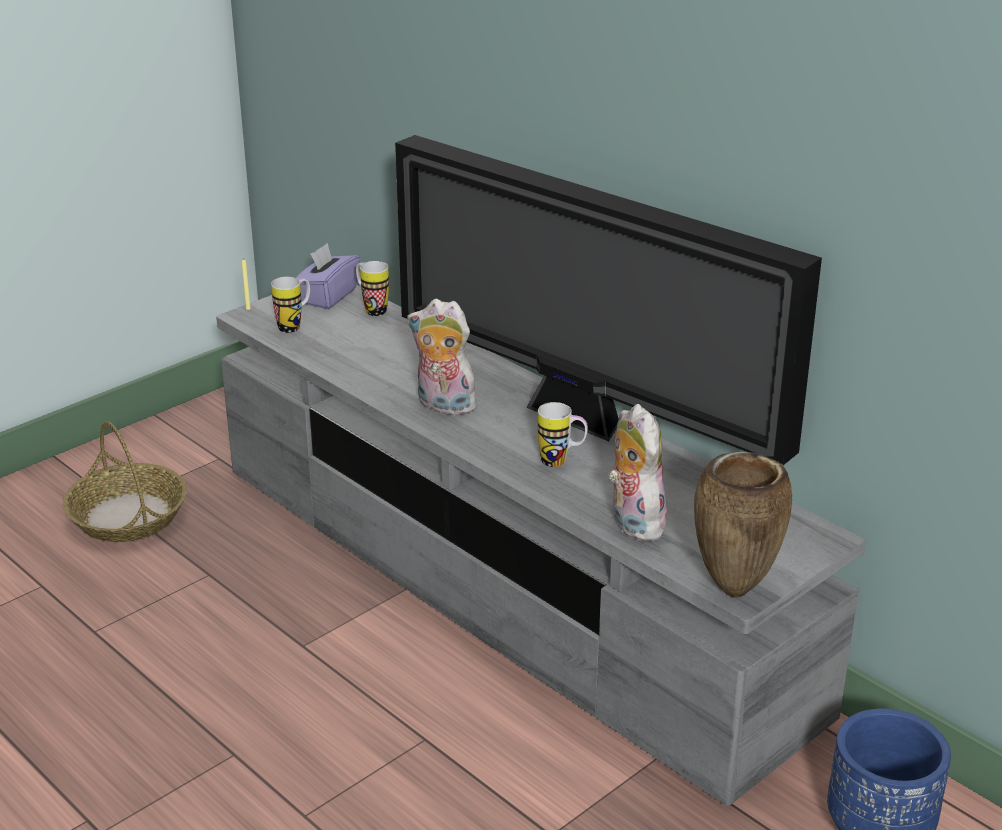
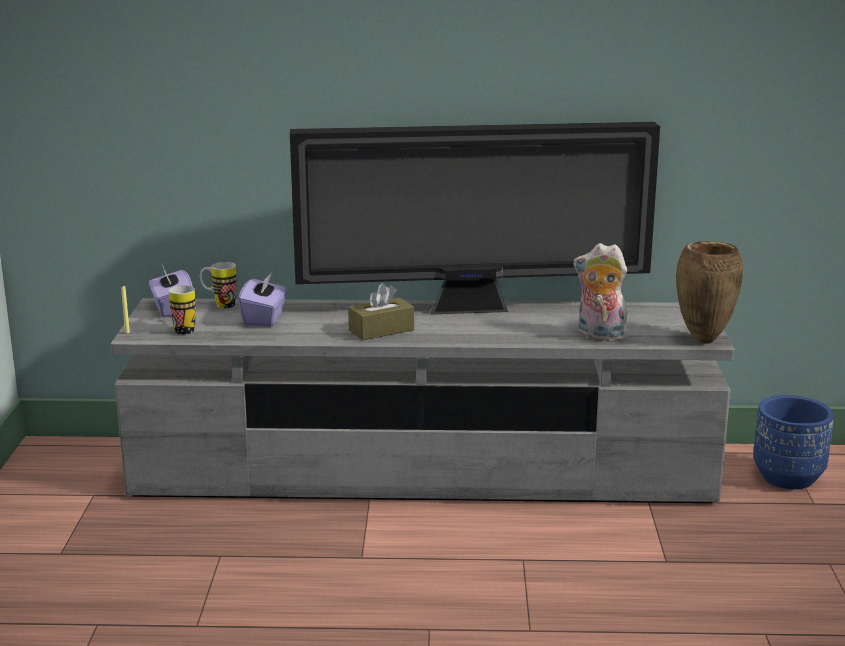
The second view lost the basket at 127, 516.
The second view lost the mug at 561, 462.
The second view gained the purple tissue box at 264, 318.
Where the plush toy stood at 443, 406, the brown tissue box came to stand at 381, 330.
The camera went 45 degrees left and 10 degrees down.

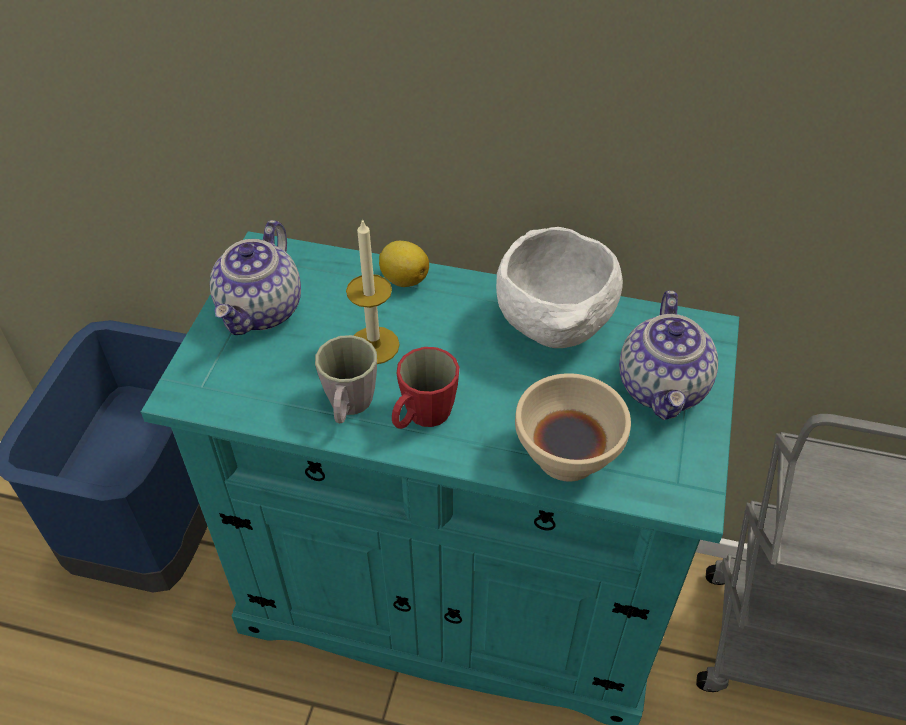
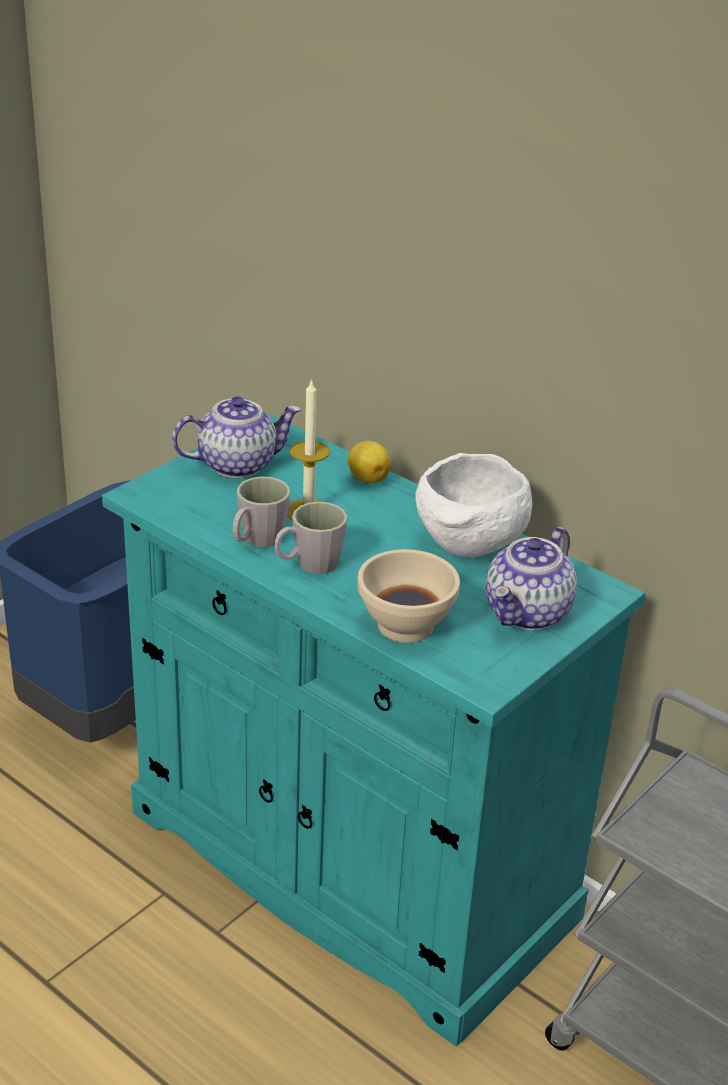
What was the red mug at 422, 417 turned into the grey mug at 309, 565.
The teapot at 262, 311 ended up facing another way, 150 degrees counterclockwise from before.
The camera went 25 degrees right and 15 degrees down.

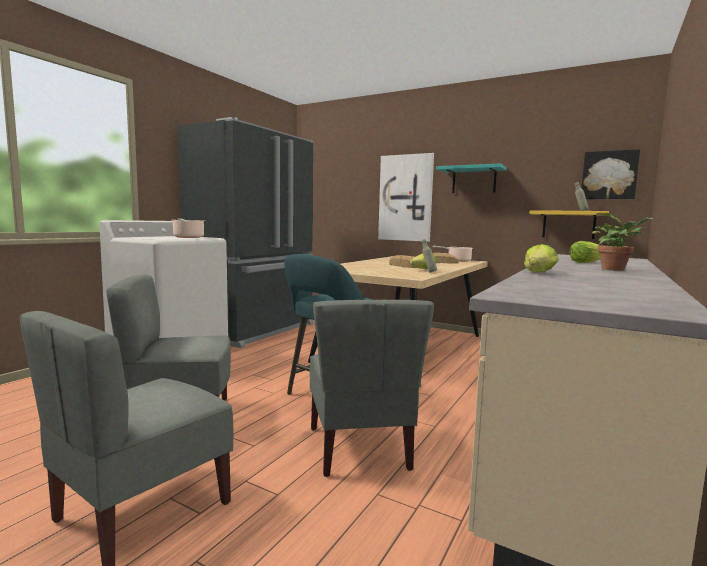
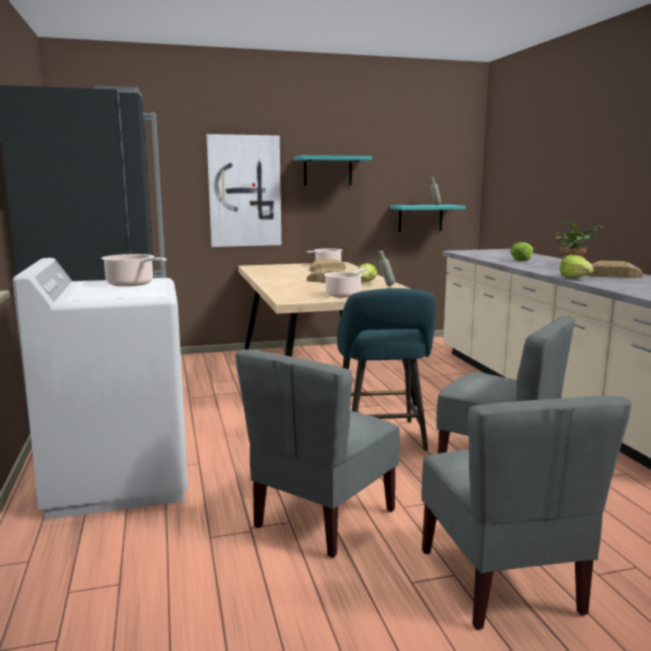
The second view lost the picture at 609, 175.
The second view gained the cooking pot at 344, 294.
The second view gained the bread at 612, 276.
What was the yellow shelf at 568, 224 turned into the turquoise shelf at 420, 218.
The camera went 45 degrees left and 5 degrees up.

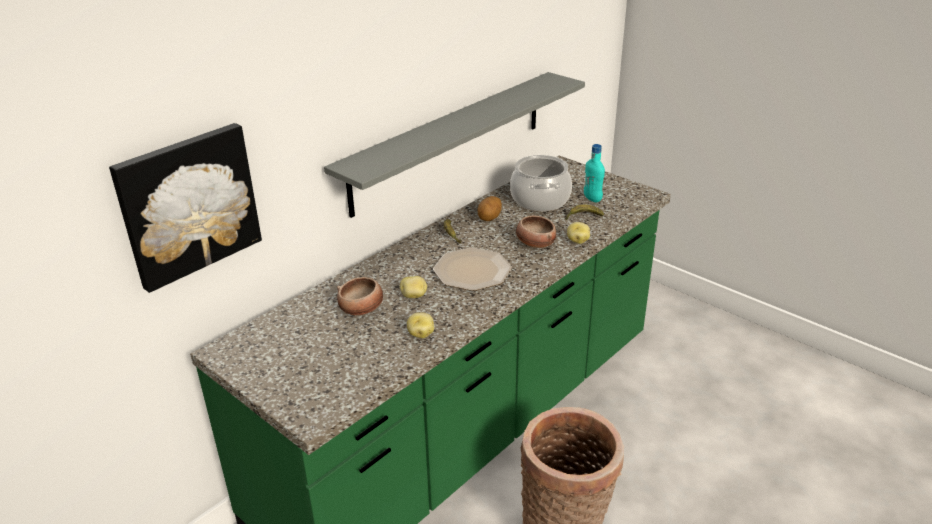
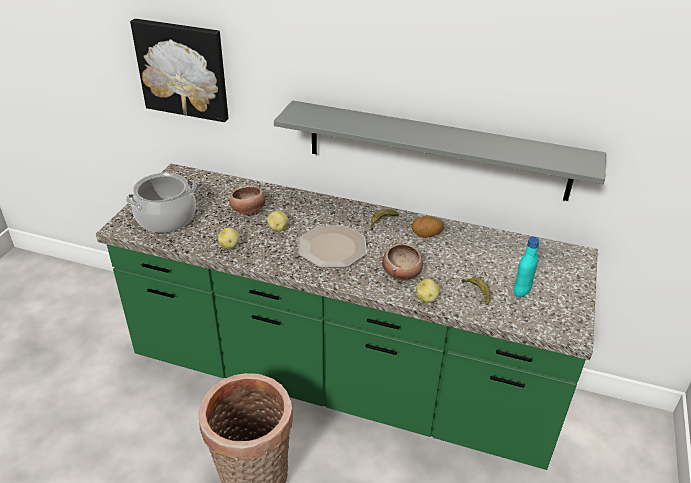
The cooking pot ended up elsewhere, having gone from 539, 199 to 166, 218.
The camera went 65 degrees right and 5 degrees up.

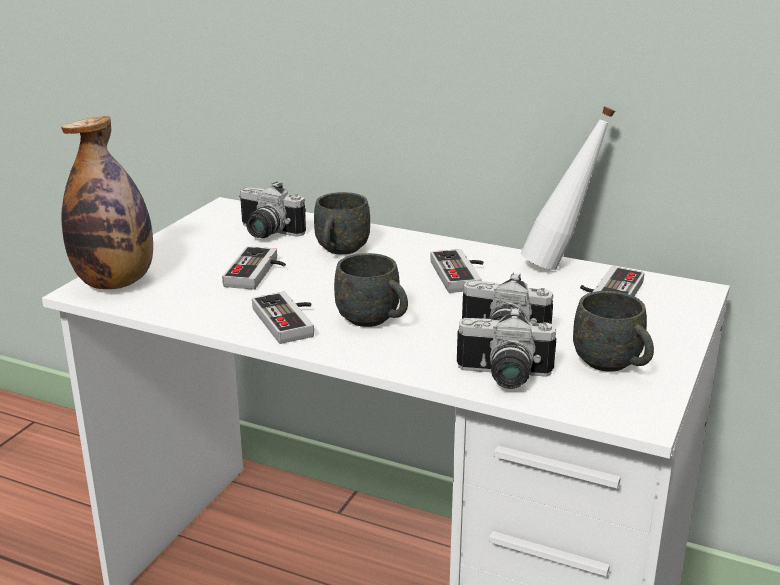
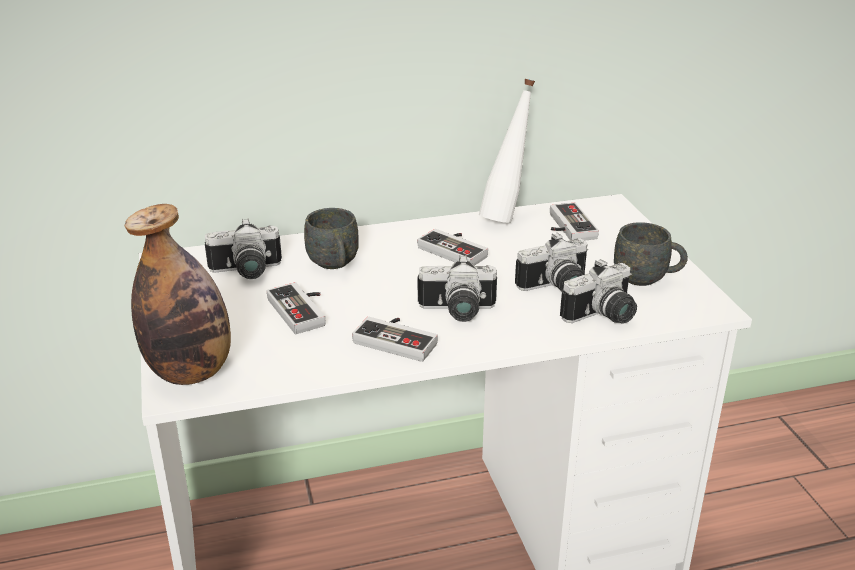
Where the grey mug stood at 374, 320, the photo camera came to stand at 457, 312.
The camera went 40 degrees left and 5 degrees up.

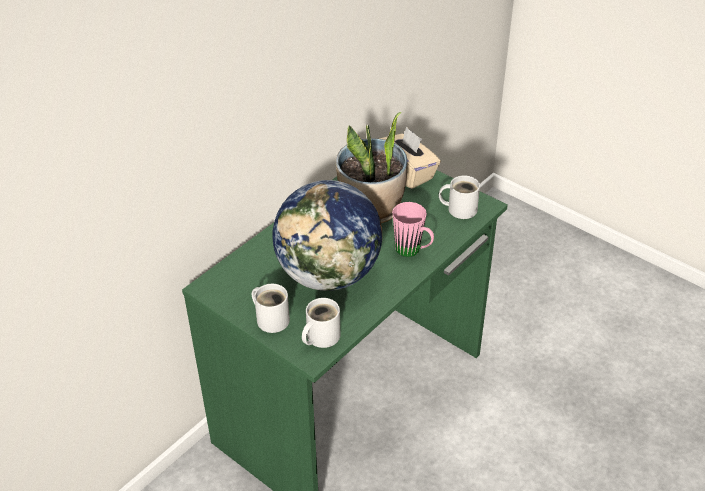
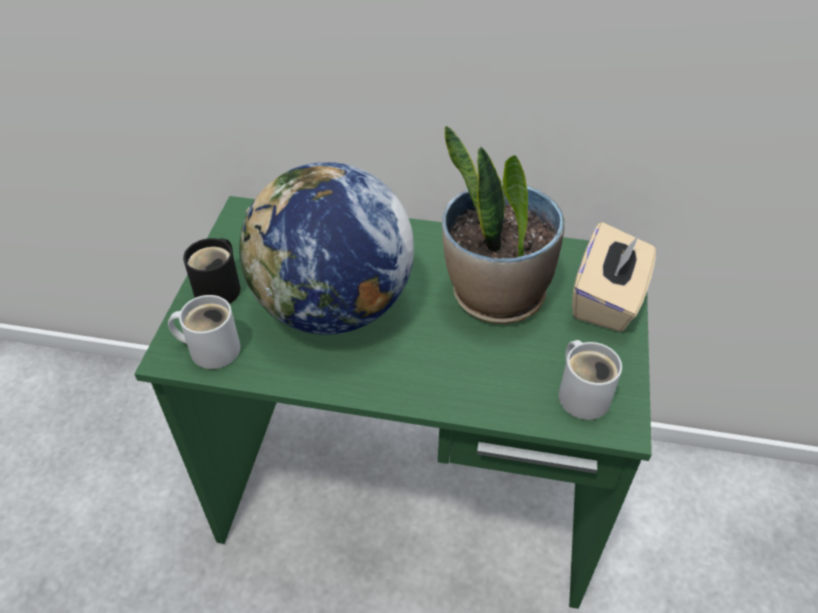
The second view lost the pink mug at 413, 252.
What was the white mug at 271, 318 turned into the black mug at 221, 288.
The camera went 60 degrees right and 5 degrees up.

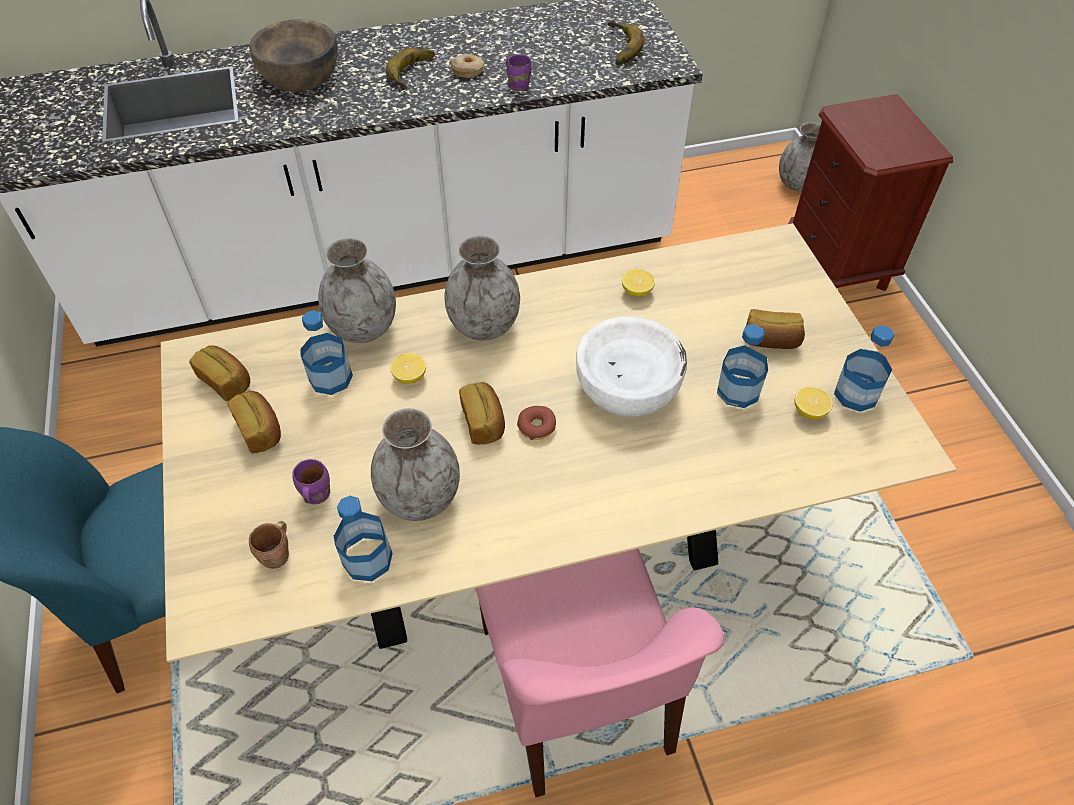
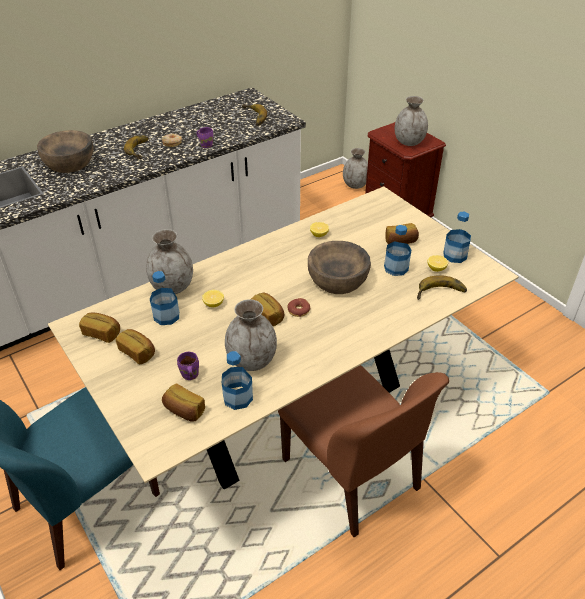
The second view gained the banana at 441, 294.
The grey vase ended up elsewhere, having gone from 484, 326 to 409, 142.
Where the brown mug stood at 278, 556, the bread came to stand at 184, 411.
What was the pink chair at 577, 693 turned into the brown chair at 352, 476.
What was the white bowl at 628, 386 turned into the brown bowl at 337, 279.
The camera went 20 degrees left and 10 degrees down.

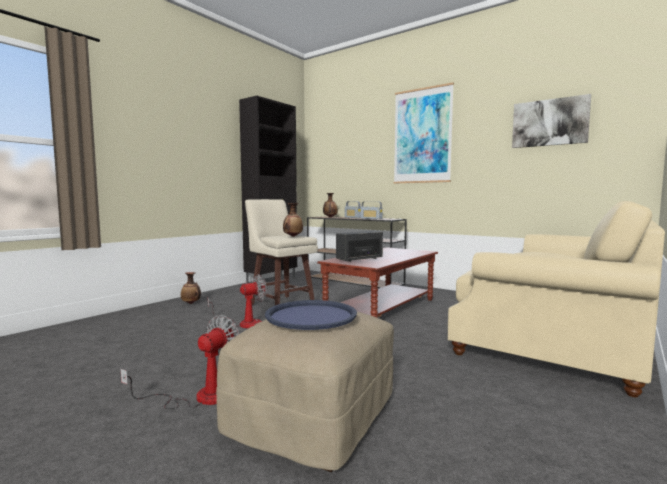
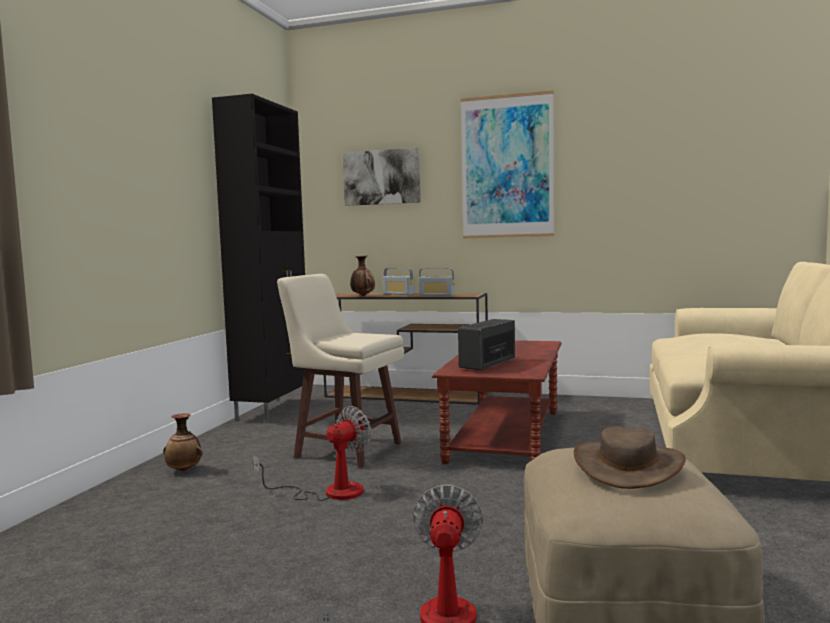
The second view lost the vase at 292, 236.
The picture ended up elsewhere, having gone from 549, 122 to 381, 177.
Where the blue tray stood at 311, 316, the brown hat came to stand at 628, 466.
The camera went 20 degrees left and 0 degrees up.

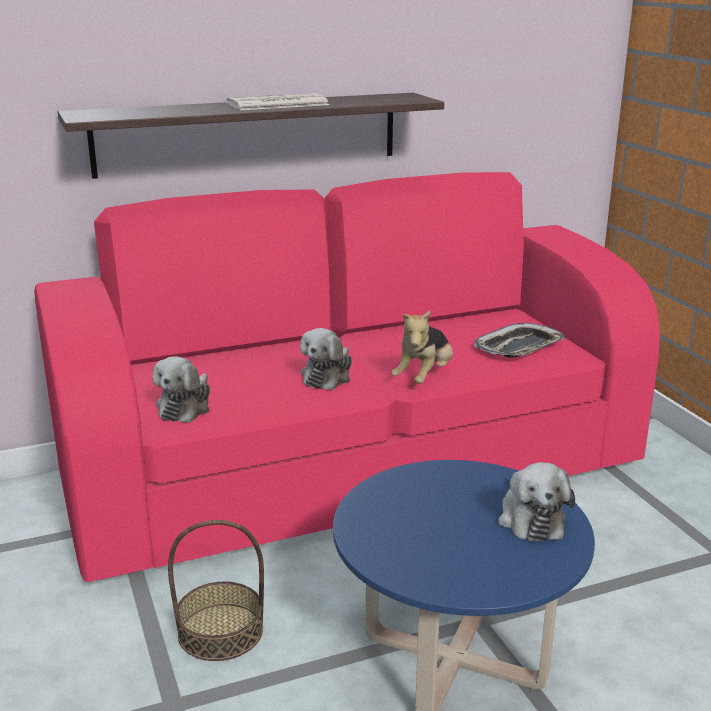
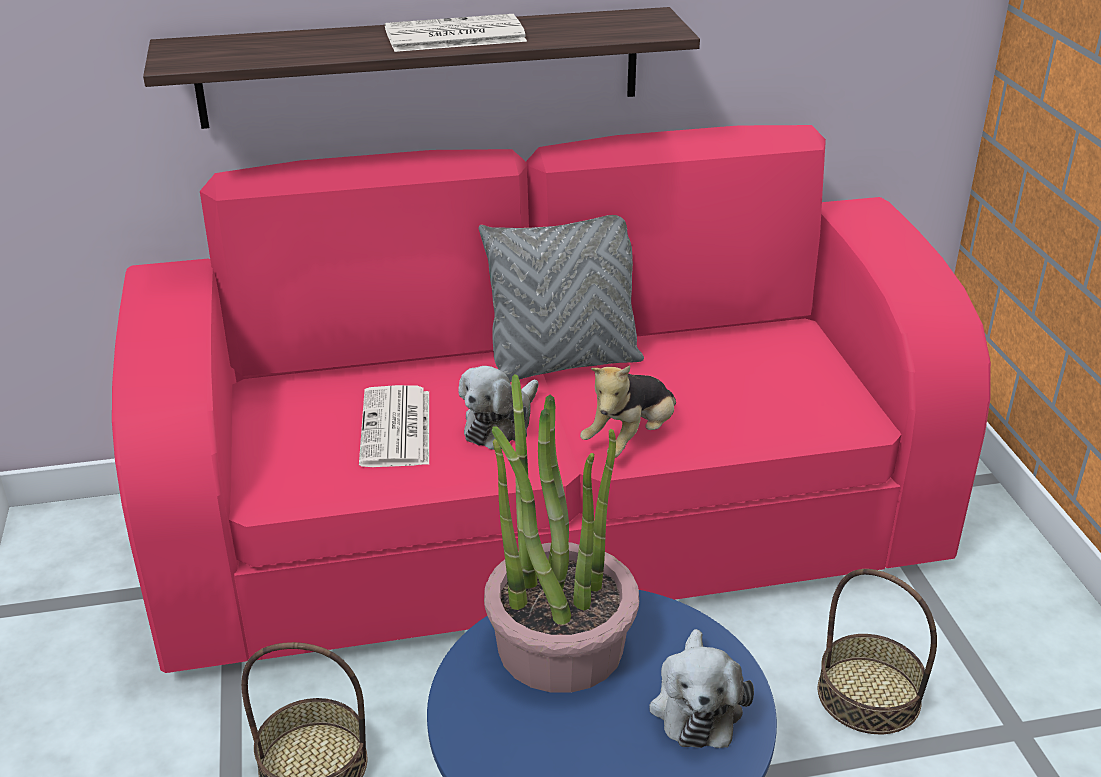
The second view lost the plush toy at 185, 406.
The second view lost the tray at 519, 348.
The second view gained the newspaper at 396, 429.
The second view gained the grey pillow at 563, 364.
The second view gained the potted plant at 559, 644.
The second view gained the basket at 869, 695.
The camera went 10 degrees right and 10 degrees up.

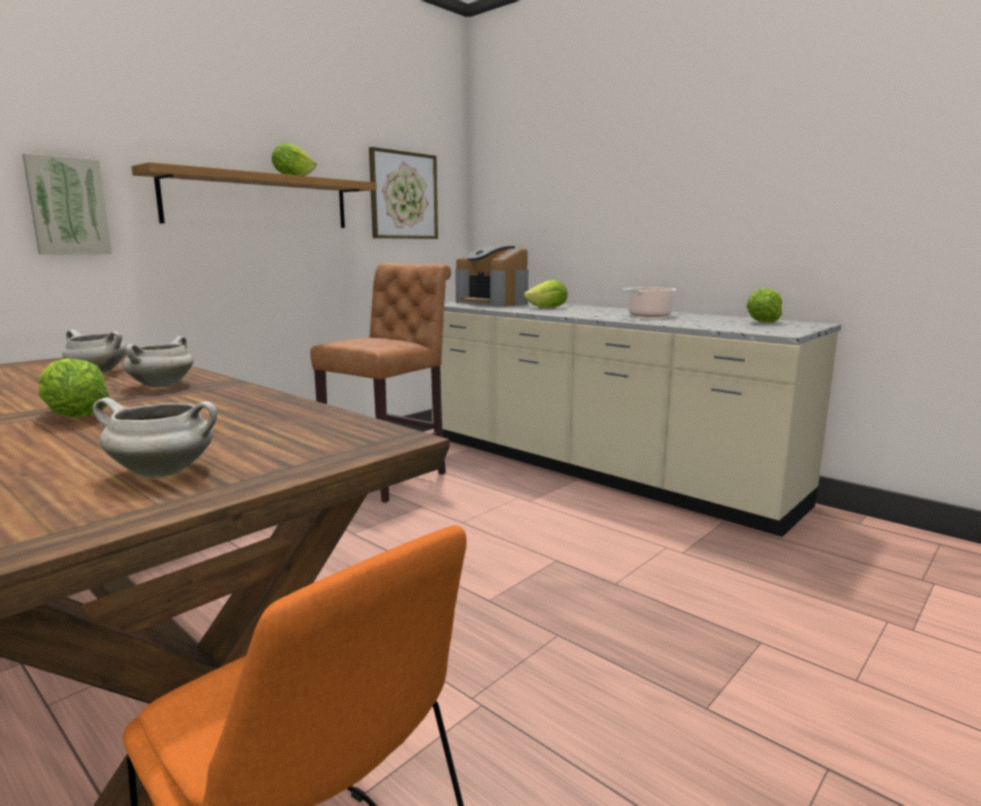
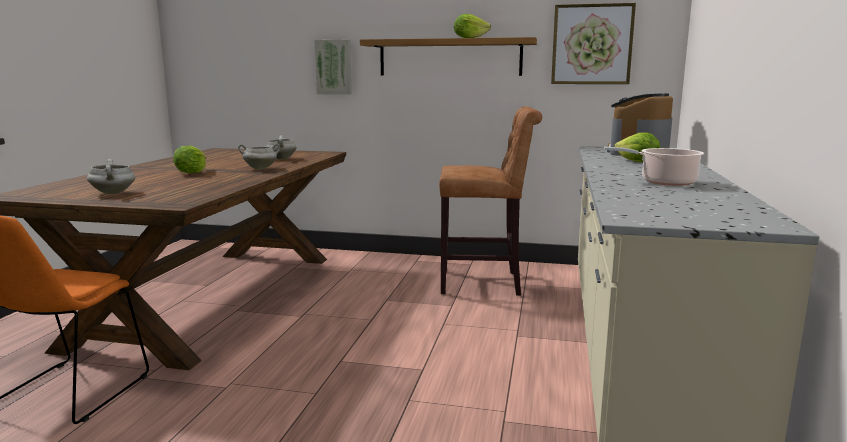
The second view lost the lettuce at 763, 322.
The camera went 60 degrees right and 0 degrees up.

